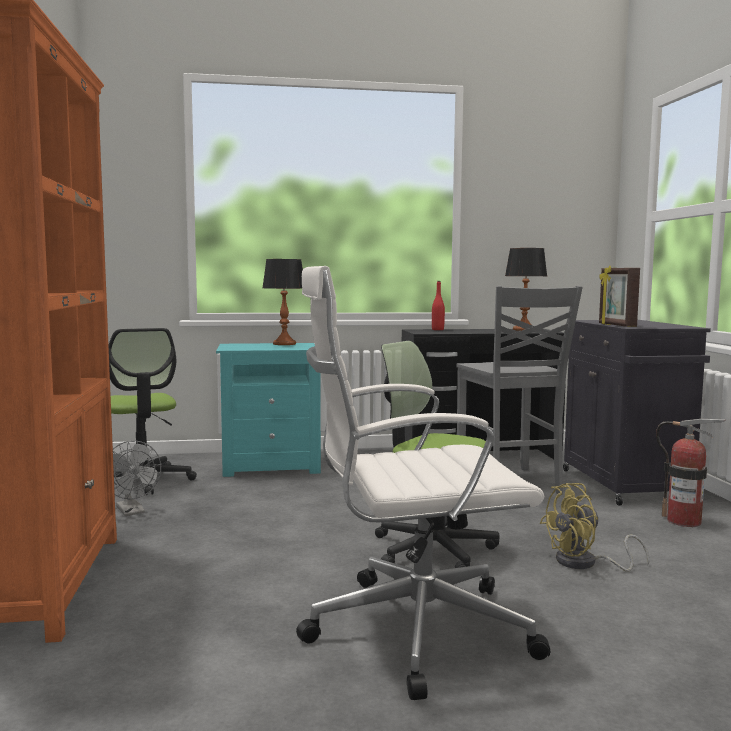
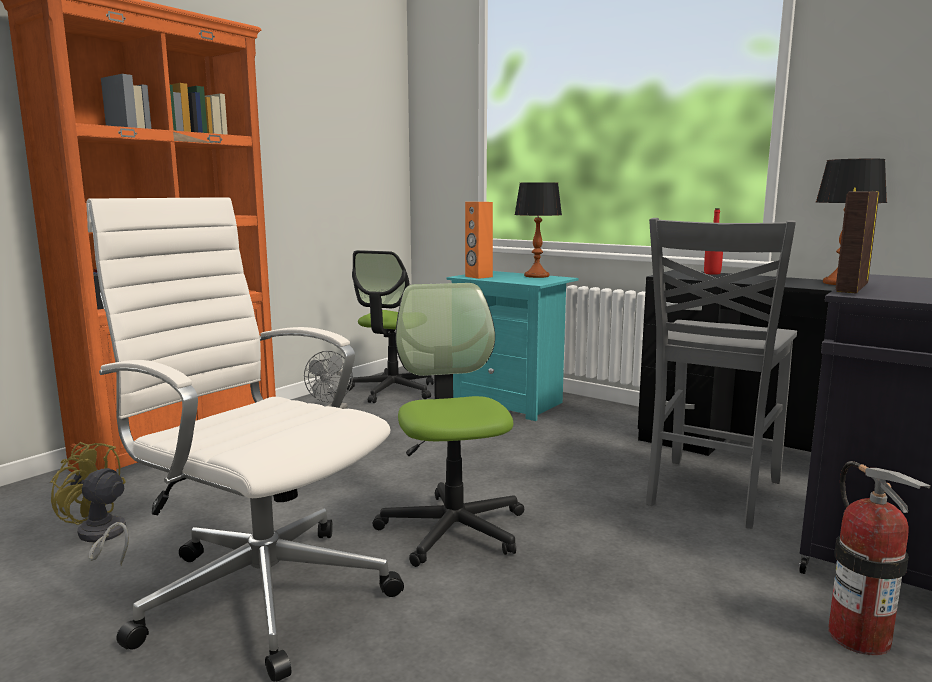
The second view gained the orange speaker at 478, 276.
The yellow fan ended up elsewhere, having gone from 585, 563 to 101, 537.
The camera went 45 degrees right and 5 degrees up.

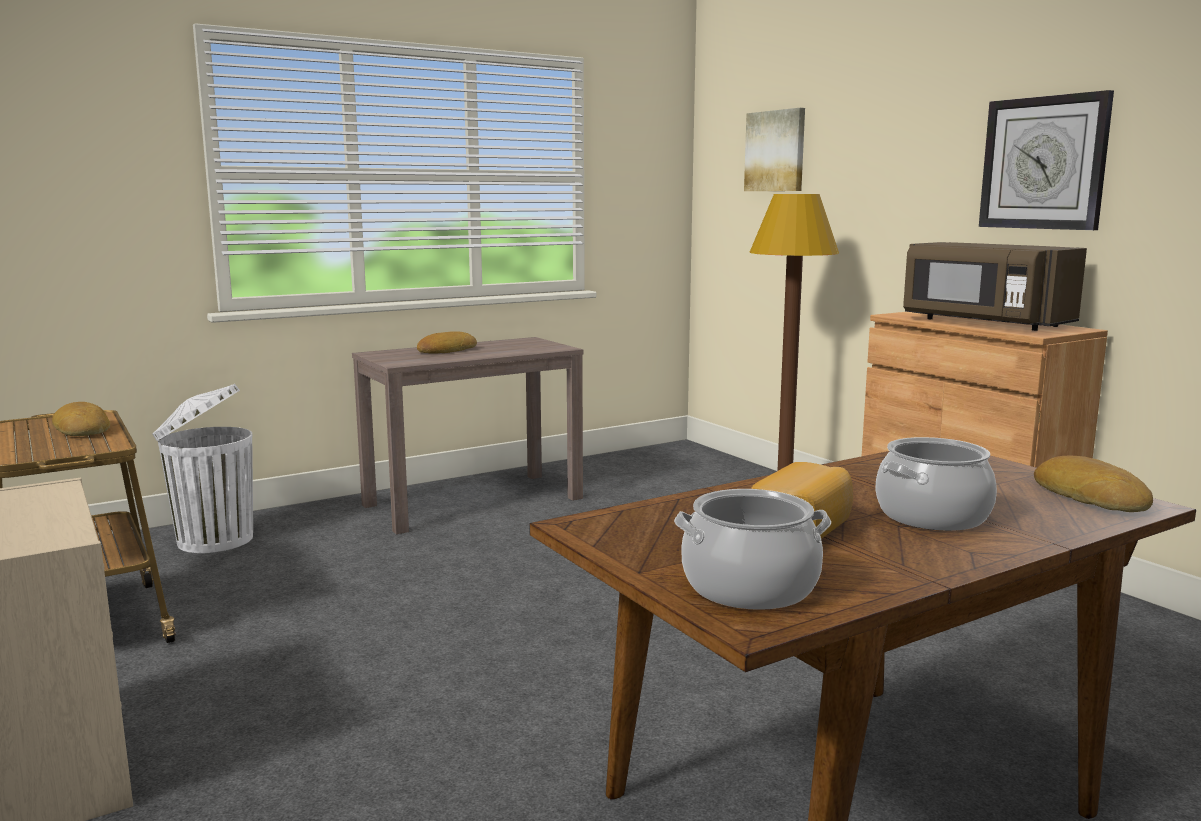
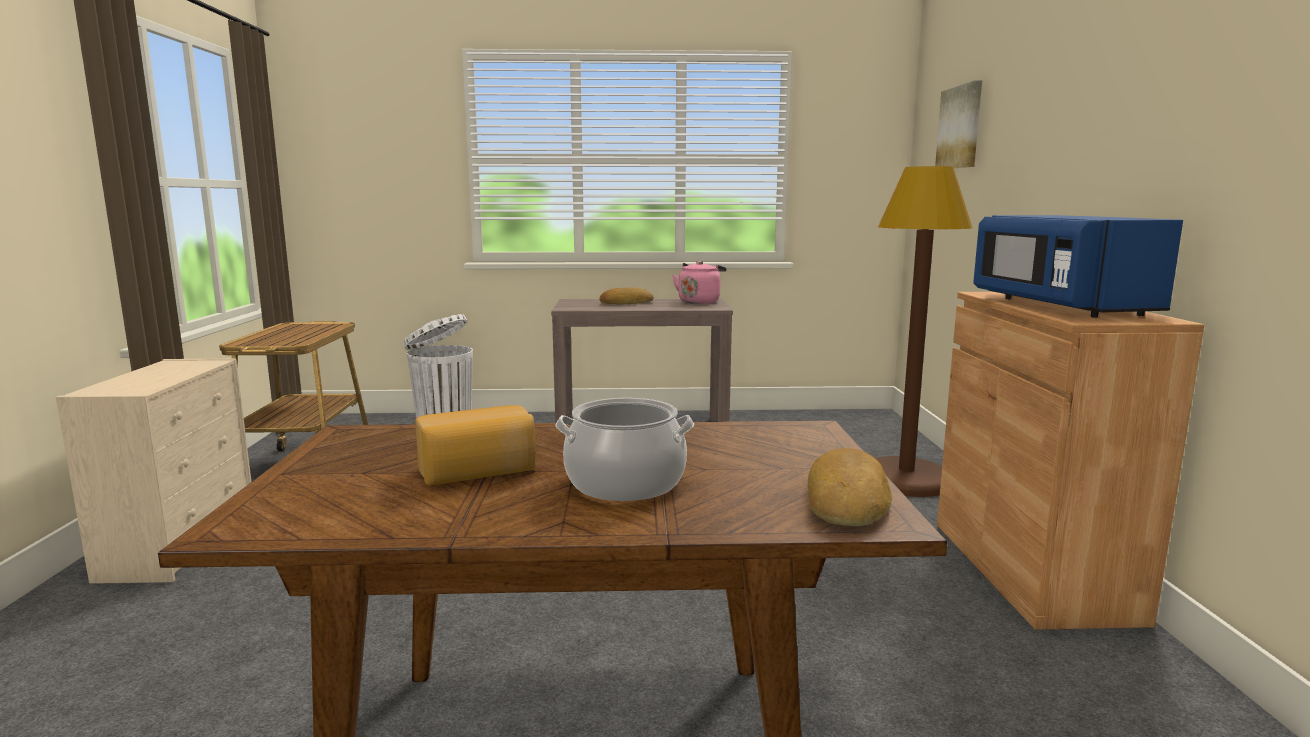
The second view lost the bread at 83, 429.
The second view lost the cooking pot at 749, 587.
The second view lost the wall clock at 1044, 163.
The second view gained the pink kettle at 699, 301.
What was the brown microwave at 983, 323 turned into the blue microwave at 1058, 306.
The camera went 30 degrees right and 0 degrees up.

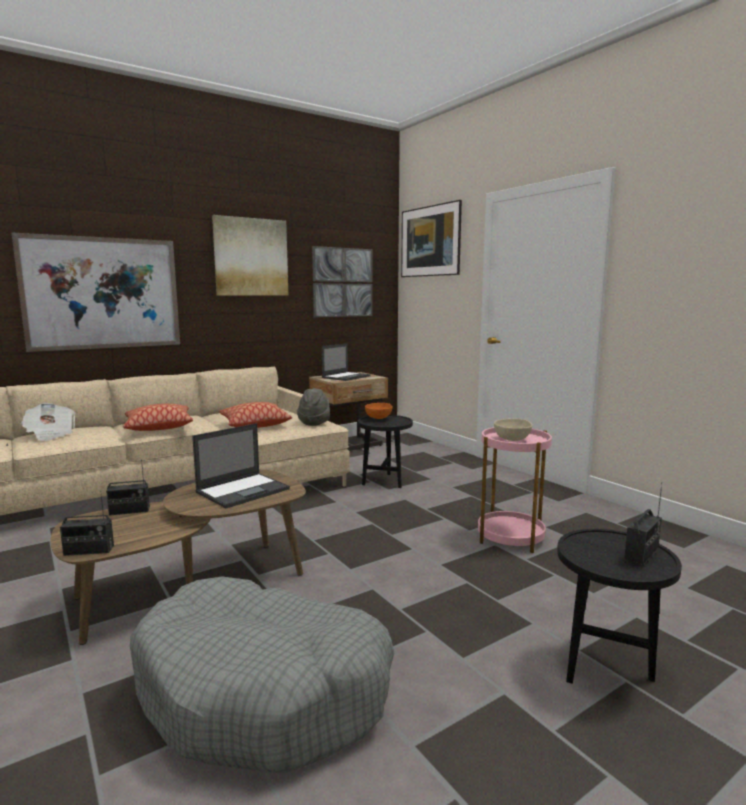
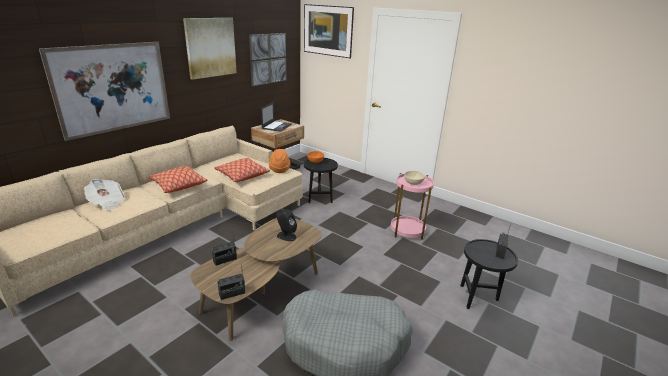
Where the laptop stood at 243, 490, the black speaker came to stand at 286, 236.
What was the grey hat at 314, 422 turned into the orange hat at 279, 170.
The camera went 20 degrees left and 15 degrees up.

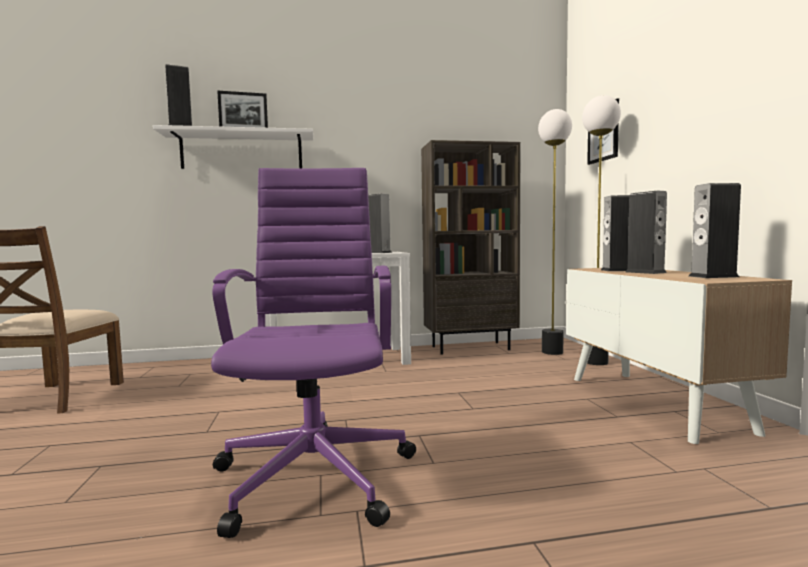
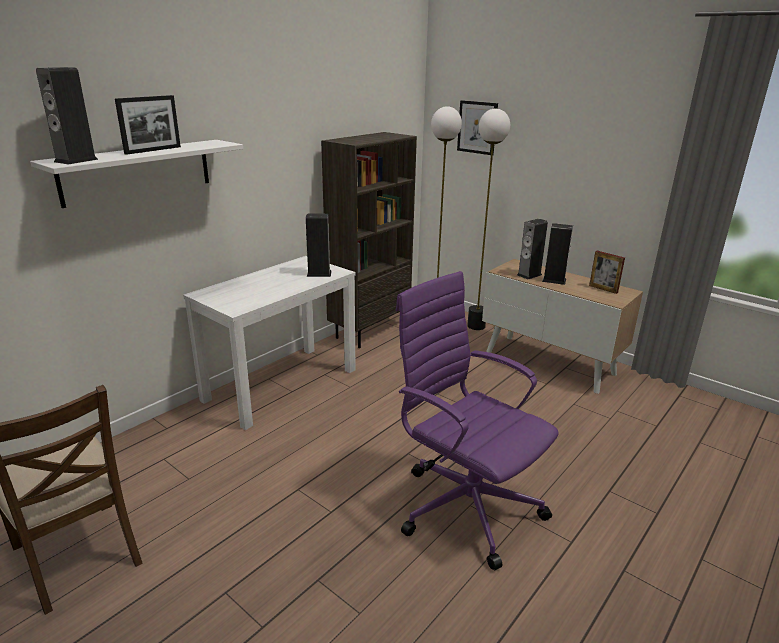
Where the speaker stood at 713, 276, the picture frame came to stand at 603, 289.
The camera went 40 degrees left and 20 degrees up.

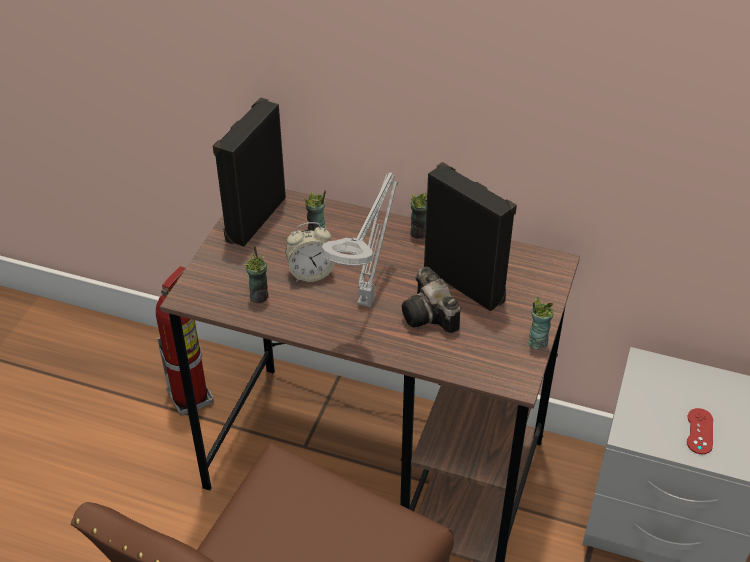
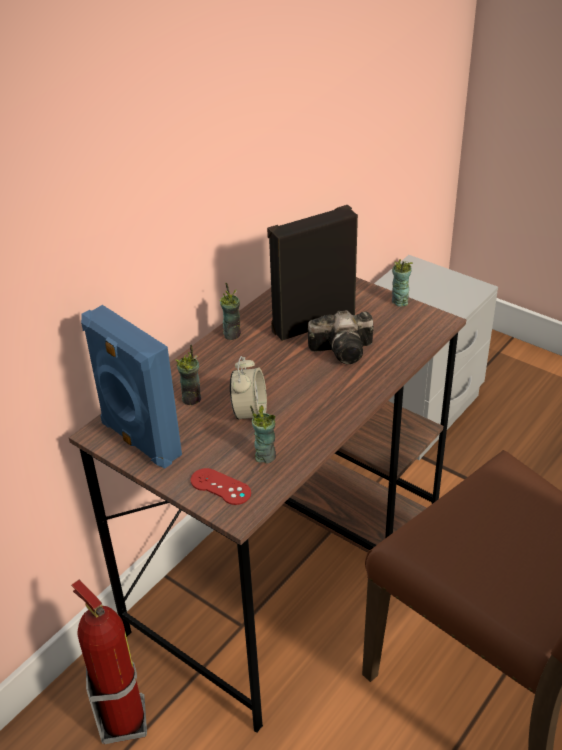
The second view lost the grey table lamp at 367, 299.
The red game controller ended up elsewhere, having gone from 699, 431 to 220, 487.
What was the black speaker at 253, 218 turned into the blue speaker at 139, 440.
The camera went 70 degrees left and 5 degrees down.

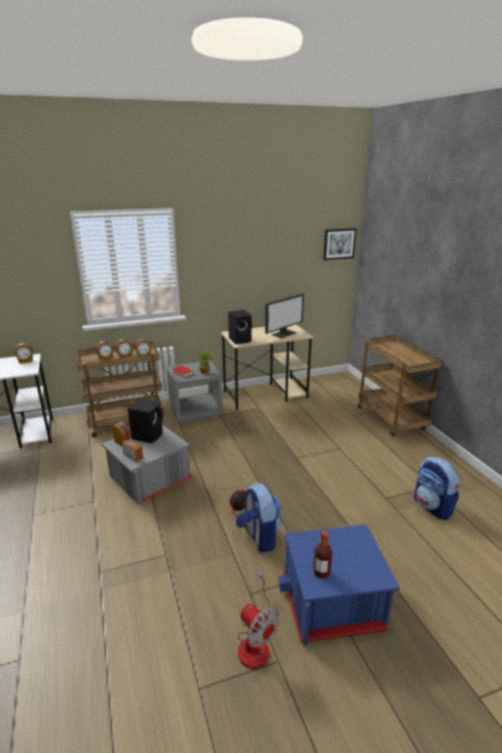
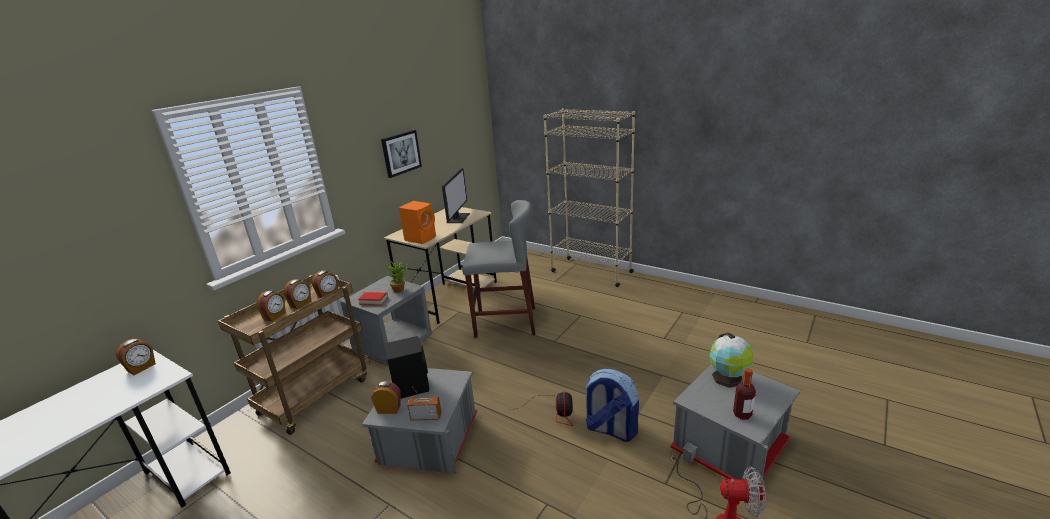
The second view lost the backpack at 433, 507.
The second view gained the grey stool at 505, 322.
The second view gained the globe at 728, 379.
The picture ended up elsewhere, having gone from 339, 243 to 401, 153.
Where the brown cart stood at 392, 419, the beige bookcase came to stand at 591, 271.
What was the black speaker at 240, 340 turned into the orange speaker at 421, 238.
What was the blue storage box at 333, 602 turned into the grey storage box at 731, 444.
The camera went 35 degrees left and 0 degrees up.

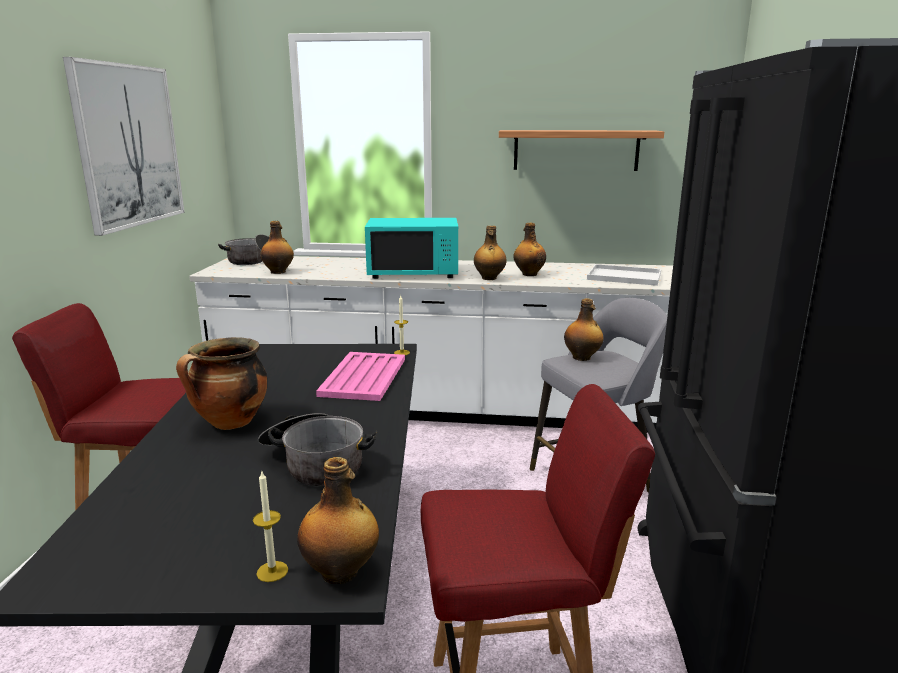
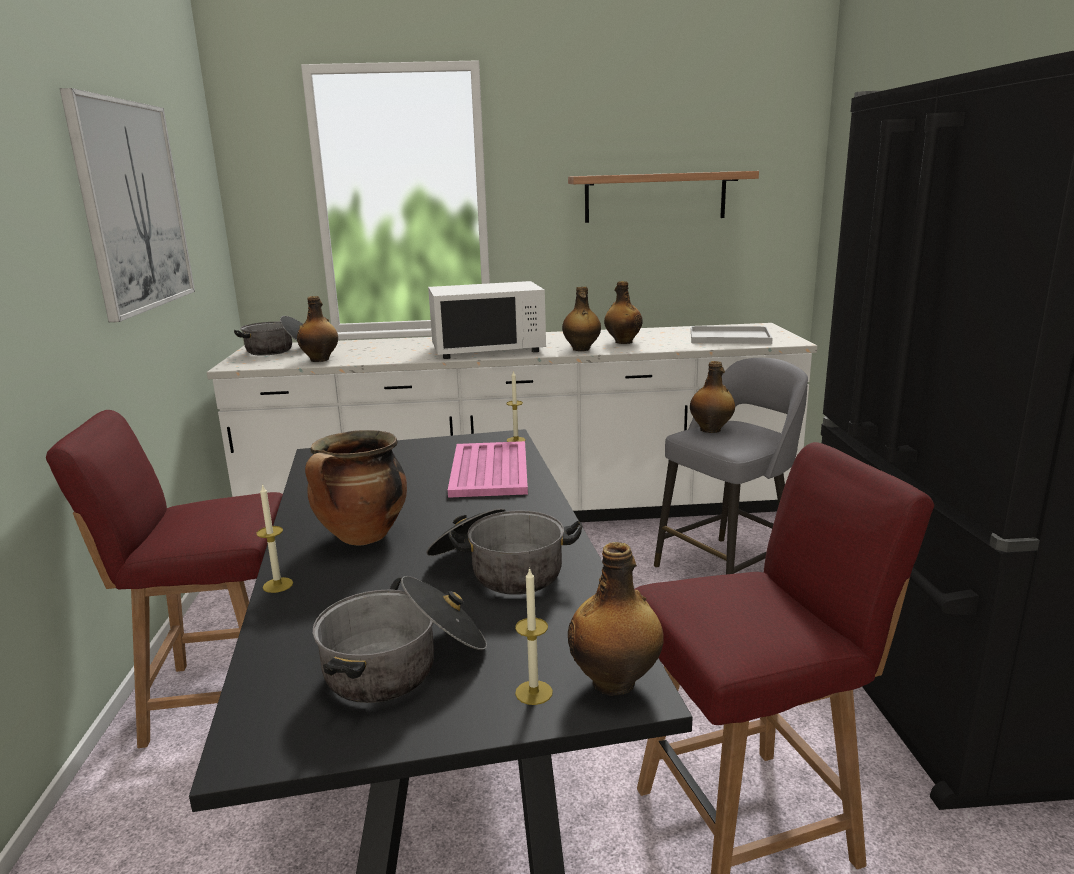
The second view gained the candle at 278, 585.
The second view gained the cooking pot at 405, 664.
What was the turquoise microwave at 413, 273 turned into the white microwave at 488, 349.
The camera went 10 degrees left and 0 degrees up.

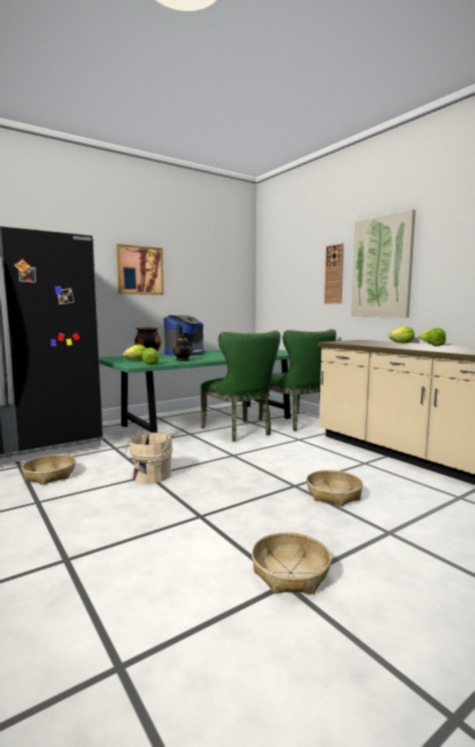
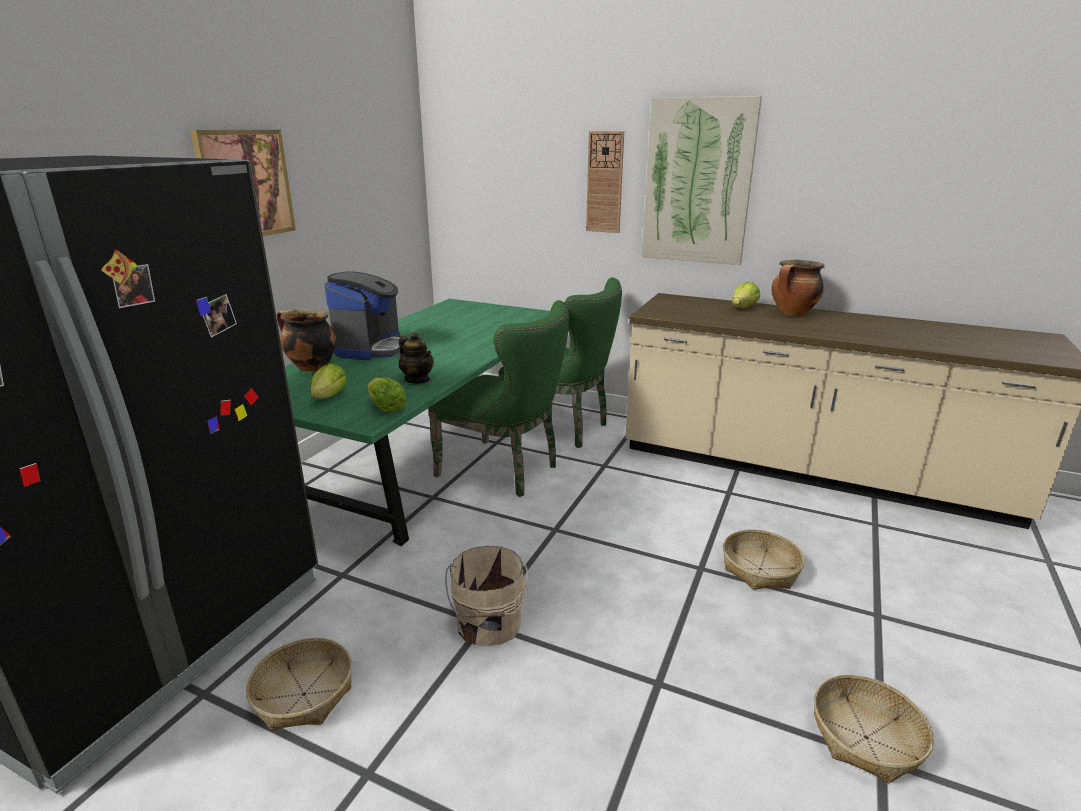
Where the lettuce stood at 431, 345, the cooking pot came to stand at 792, 314.
The camera went 30 degrees left and 15 degrees up.

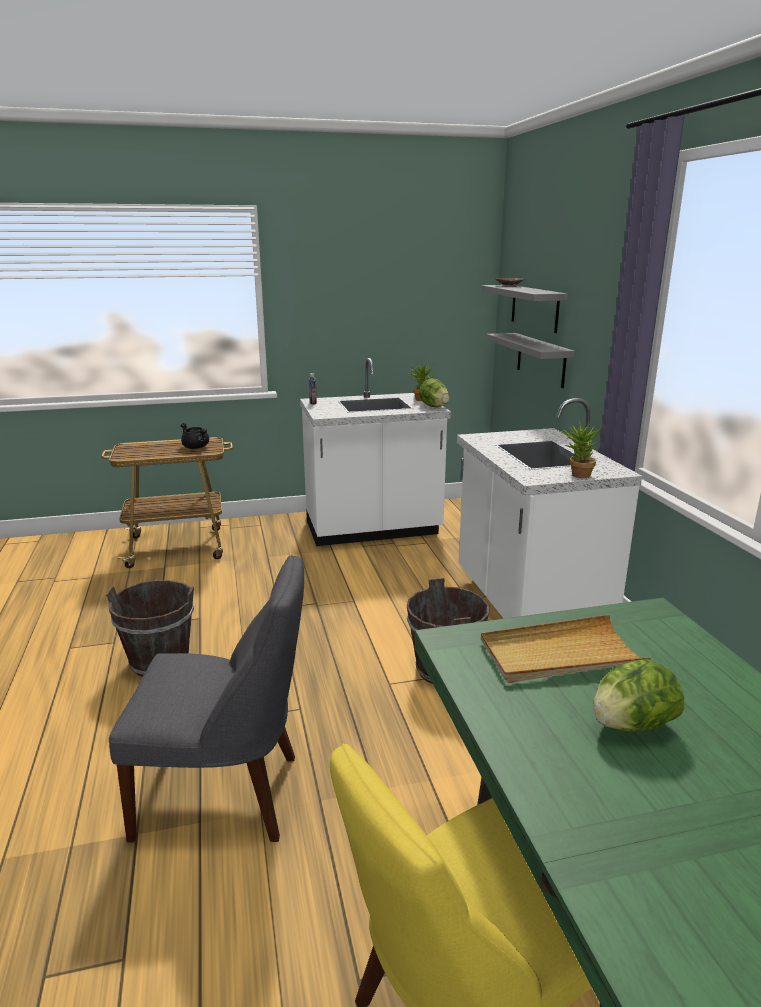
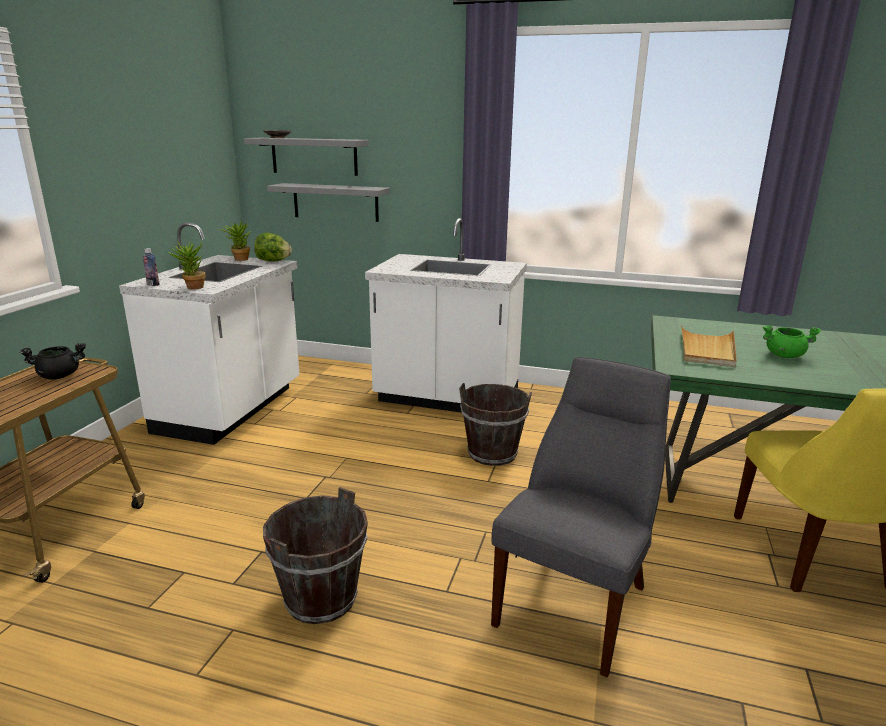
The potted plant ended up elsewhere, having gone from 577, 475 to 192, 288.
Where the lettuce stood at 631, 725, the green cooking pot came to stand at 784, 355.
The camera went 60 degrees left and 0 degrees up.

